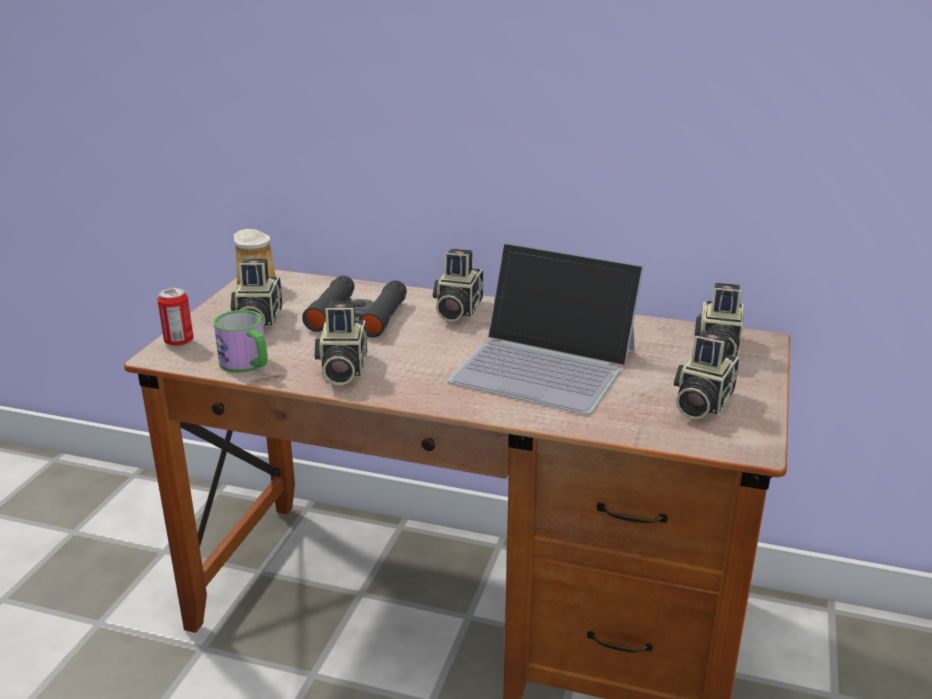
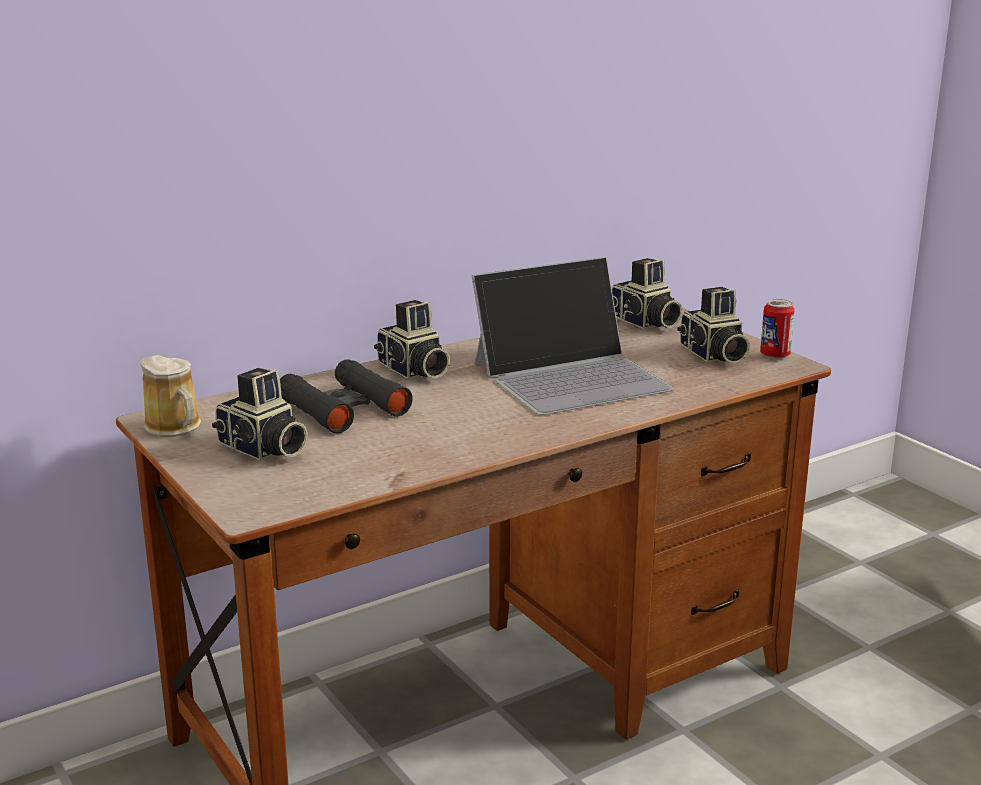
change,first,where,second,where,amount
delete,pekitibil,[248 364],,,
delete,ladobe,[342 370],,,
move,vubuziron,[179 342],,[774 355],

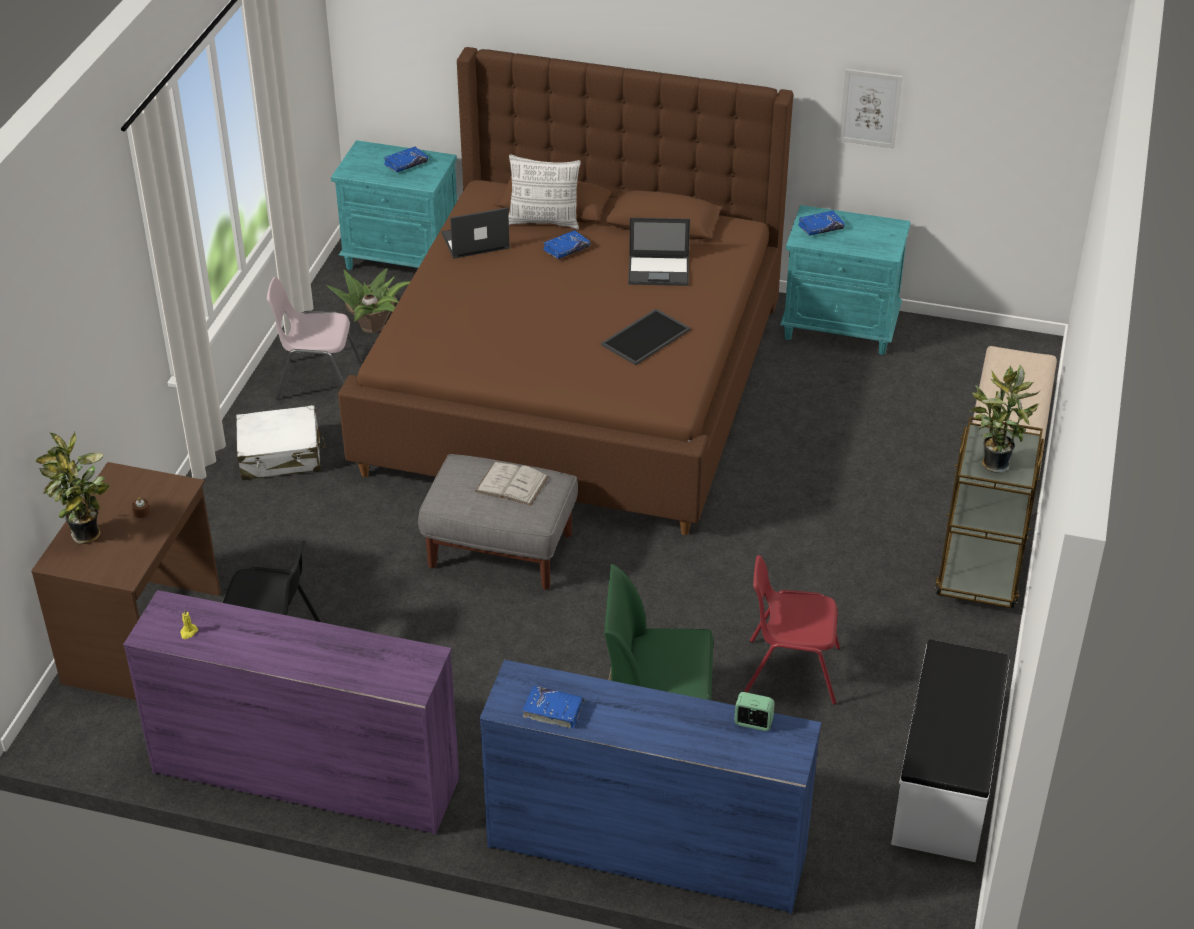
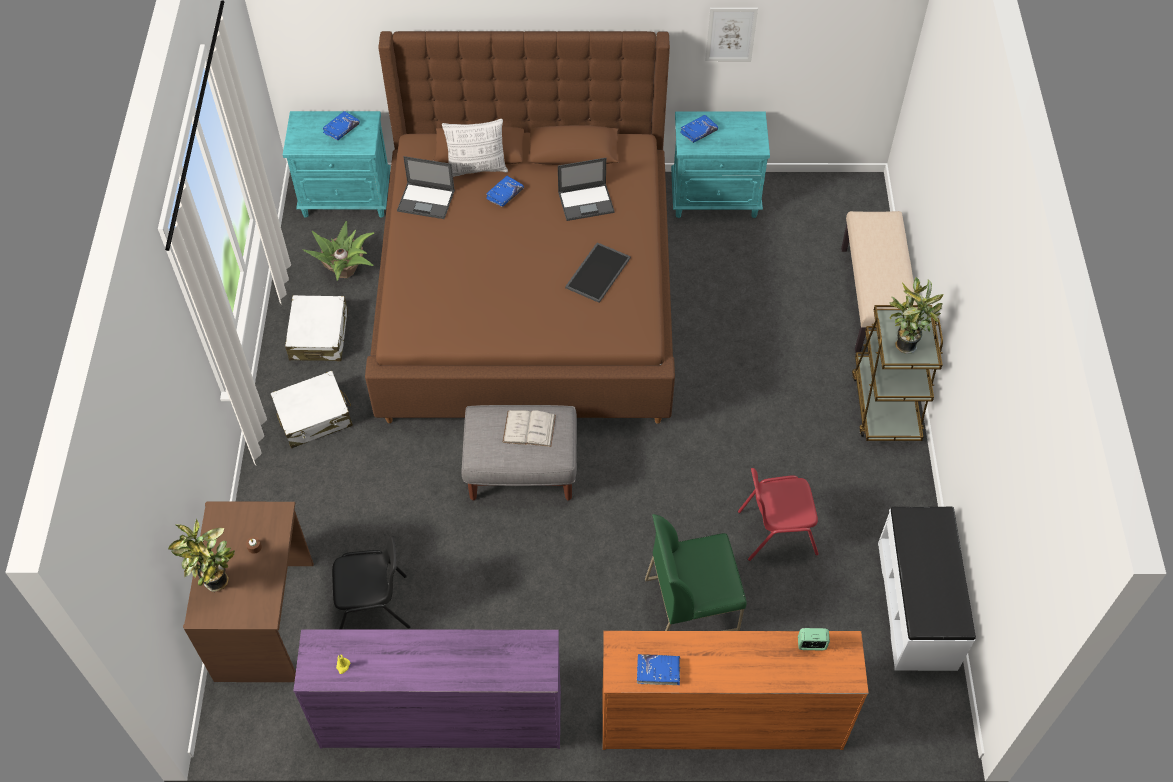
change,first,where,second,where,amount
replace,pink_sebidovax,[318 381],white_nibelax,[319 335],
recolor,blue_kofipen,[646 848],orange_kofipen,[720 719],
rotate,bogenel,[474 241],,[427 201],135 degrees counterclockwise

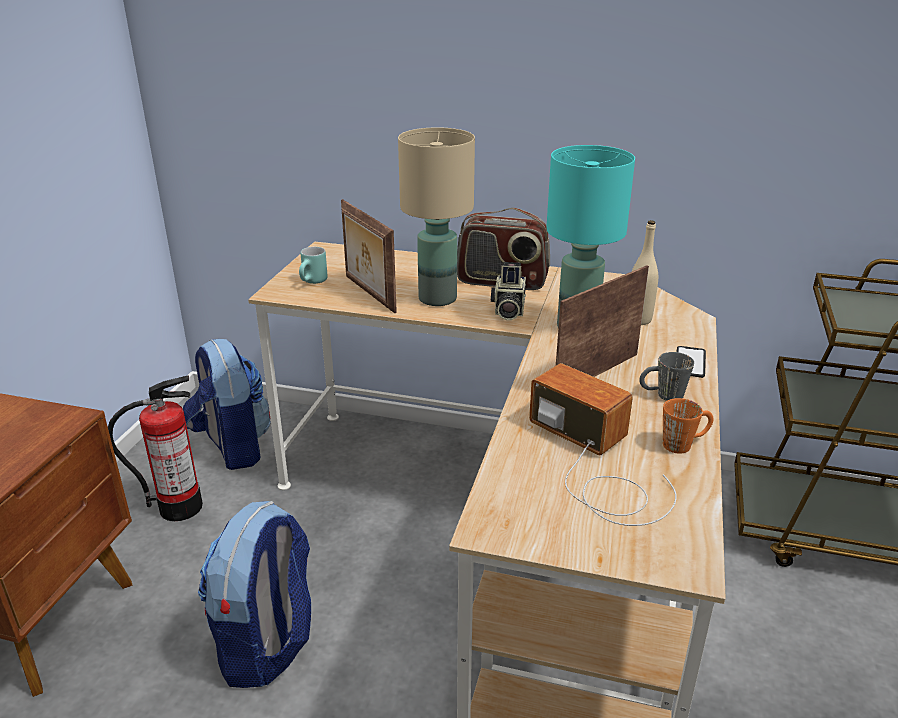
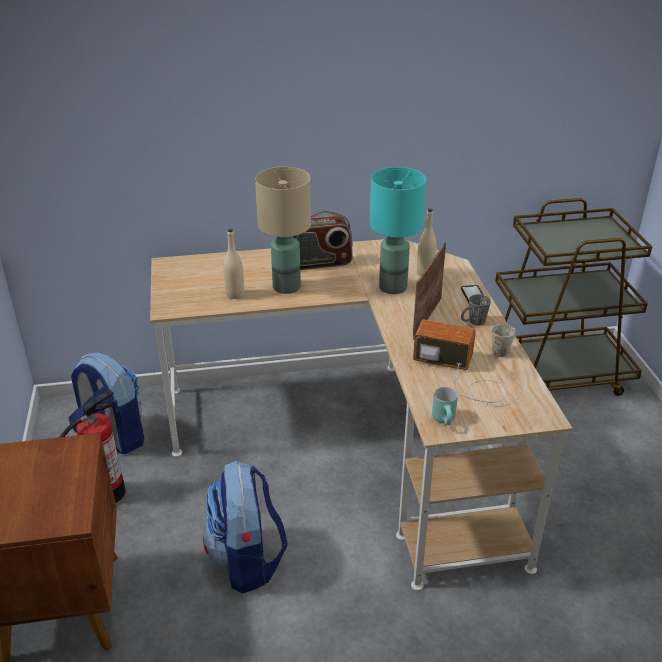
change,first,where,second,where,amount
delete,ladobe,[507 310],,,
move,turquoise_pekitibil,[314 282],,[446 420],
replace,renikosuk,[368 294],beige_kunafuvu,[235 294],
recolor,orange_pekitibil,[684 443],white_pekitibil,[503 350],

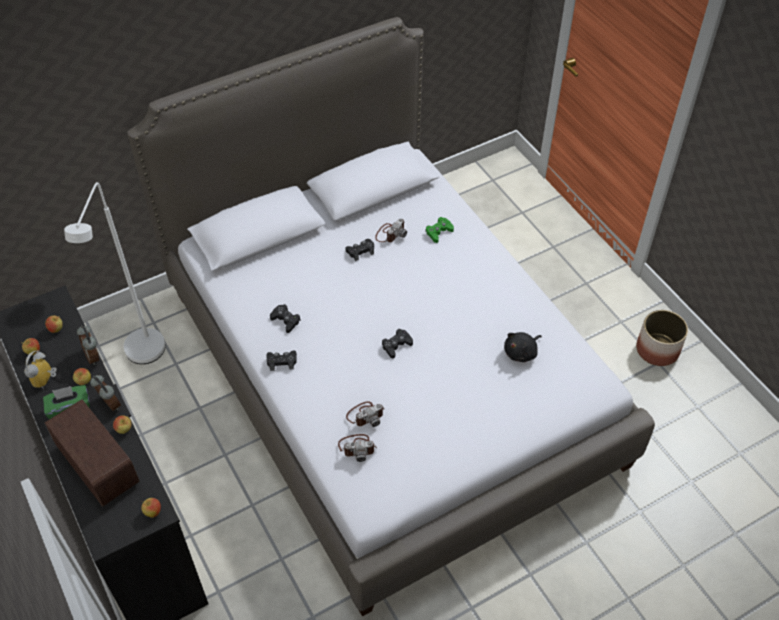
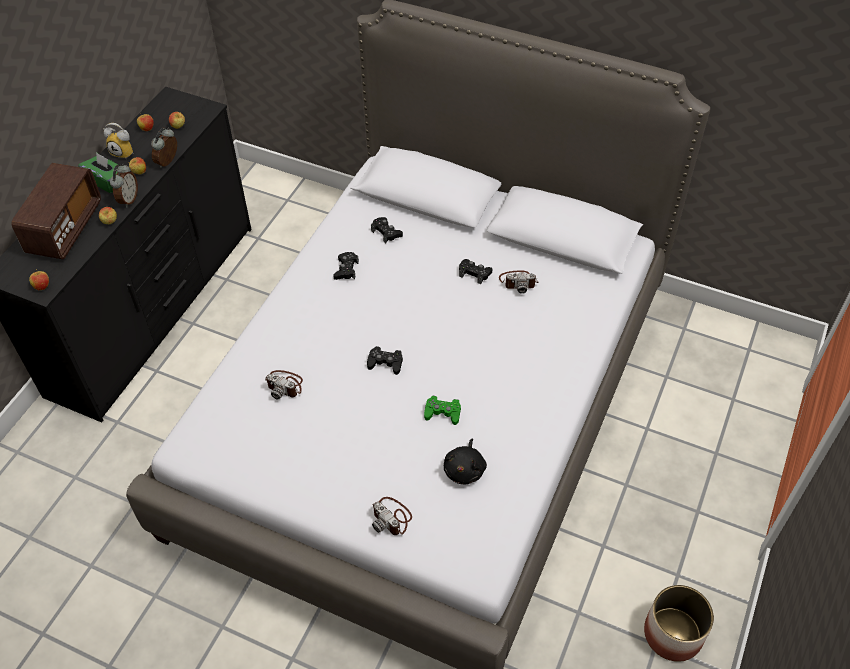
change,first,where,second,where,amount
delete,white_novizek,[142 357],,,
move,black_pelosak,[282 362],,[386 232],
move,ladobe,[357 447],,[392 517],
move,green_pelosak,[438 232],,[442 413],
rotate,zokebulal,[46 381],,[125 152],135 degrees counterclockwise
rotate,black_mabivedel,[521 352],,[465 469],90 degrees counterclockwise

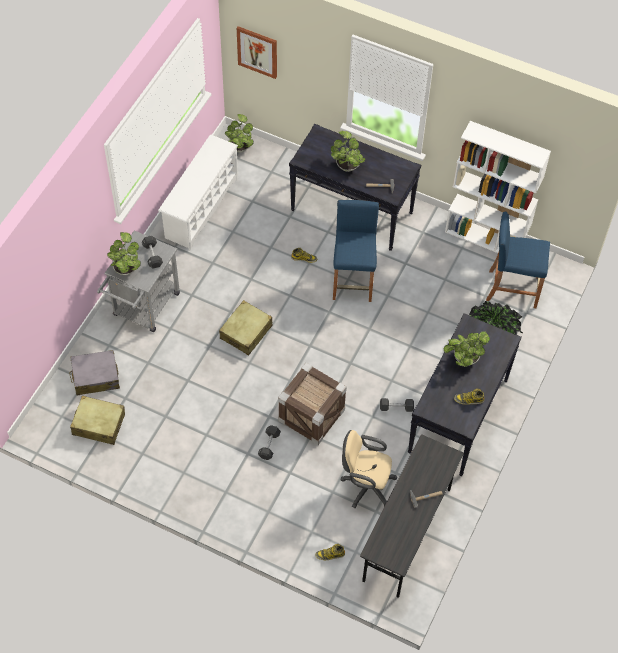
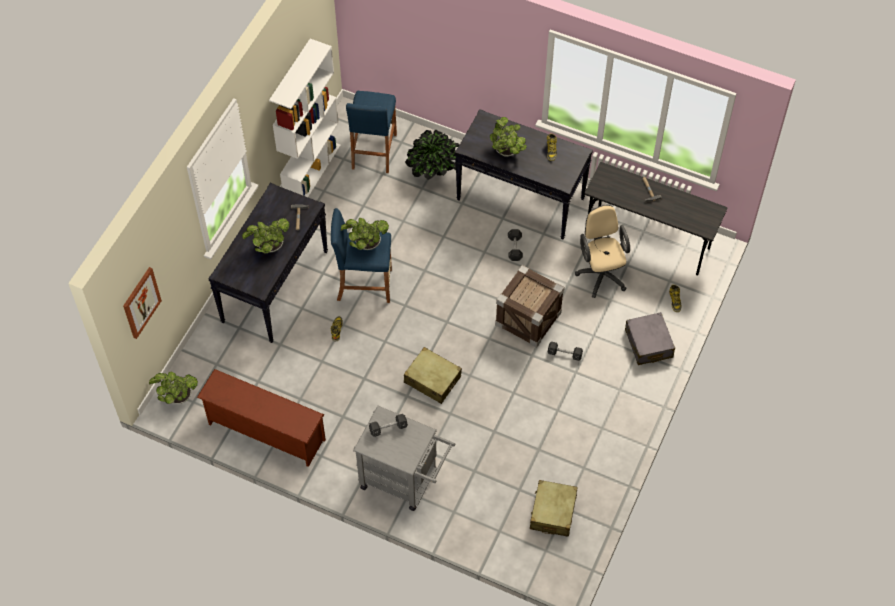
change,first,where,second,where,amount
move,grey_nibelax,[95 377],,[648 344],
move,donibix,[126 268],,[366 244],
recolor,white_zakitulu,[201 207],brown_zakitulu,[265 432],
rotate,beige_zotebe,[365 485],,[601 273],150 degrees clockwise

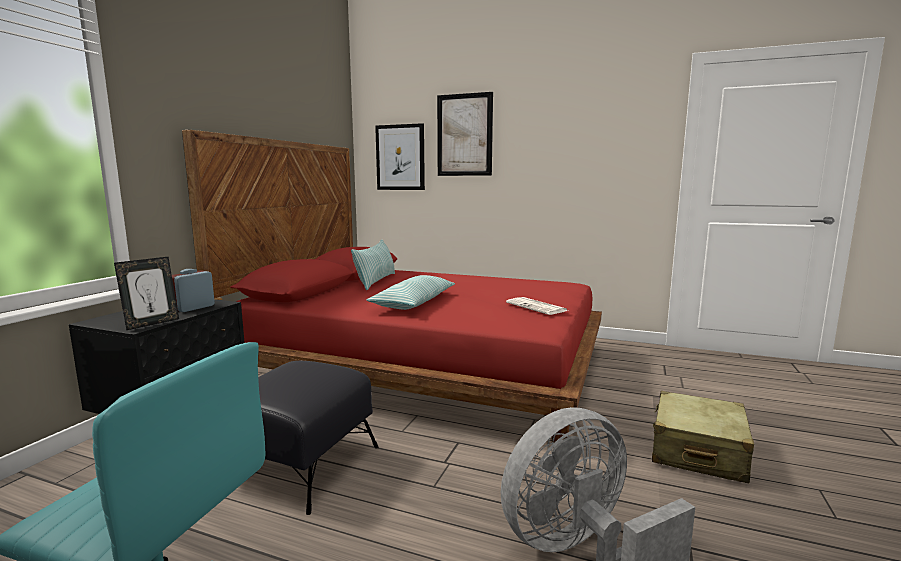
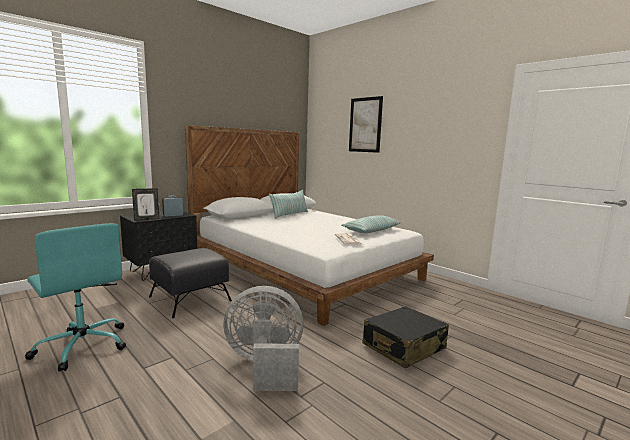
change,first,where,second,where,amount
delete,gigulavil,[400 157],,,
move,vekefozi,[414 303],,[371 230],
recolor,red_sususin,[424 364],white_sususin,[304 268],
recolor,beige_nibelax,[697 451],black_nibelax,[403 347],

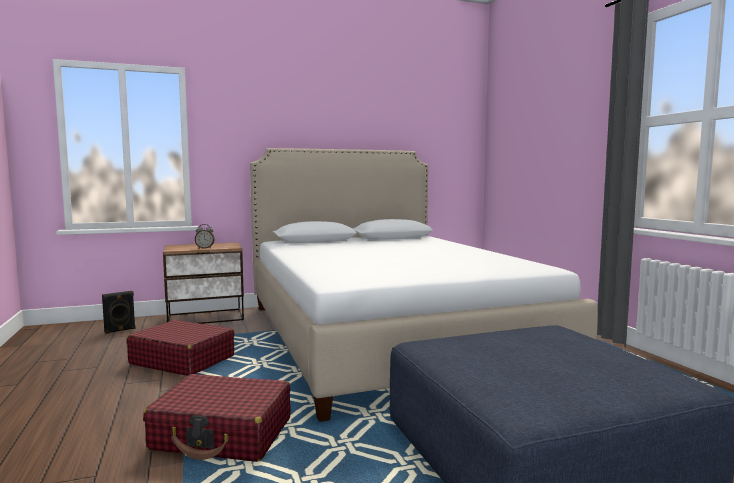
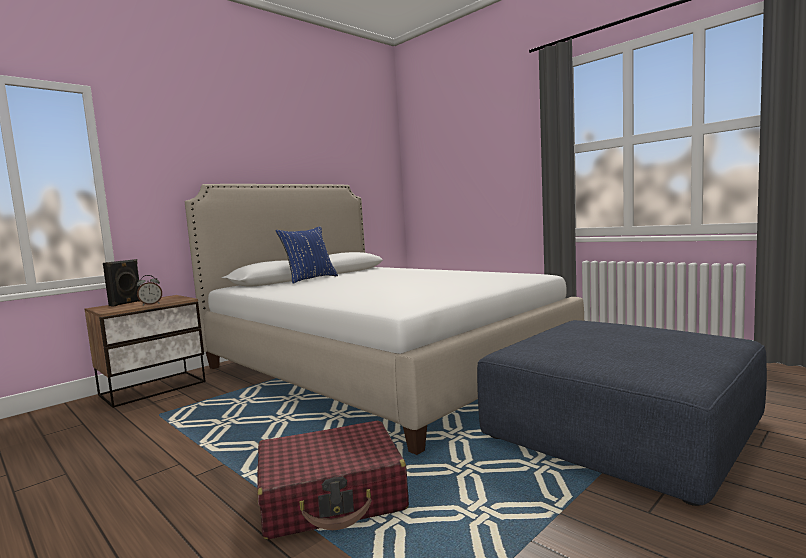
change,first,where,second,where,amount
delete,red_nibelax,[182 360],,,
insert,,,blue_vekefozi,[310 279],
move,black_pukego,[120 330],,[126 303],

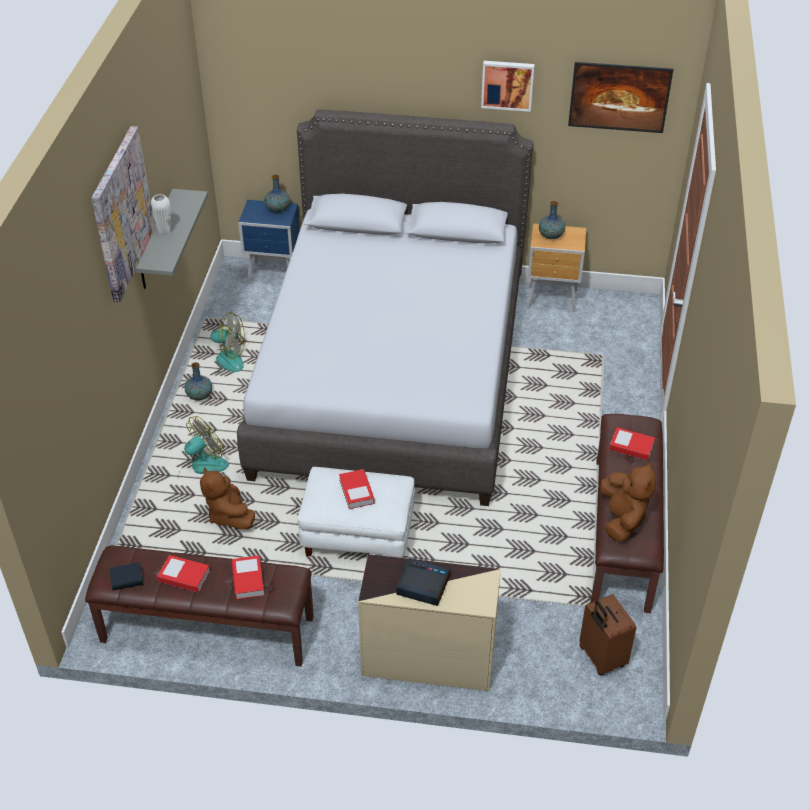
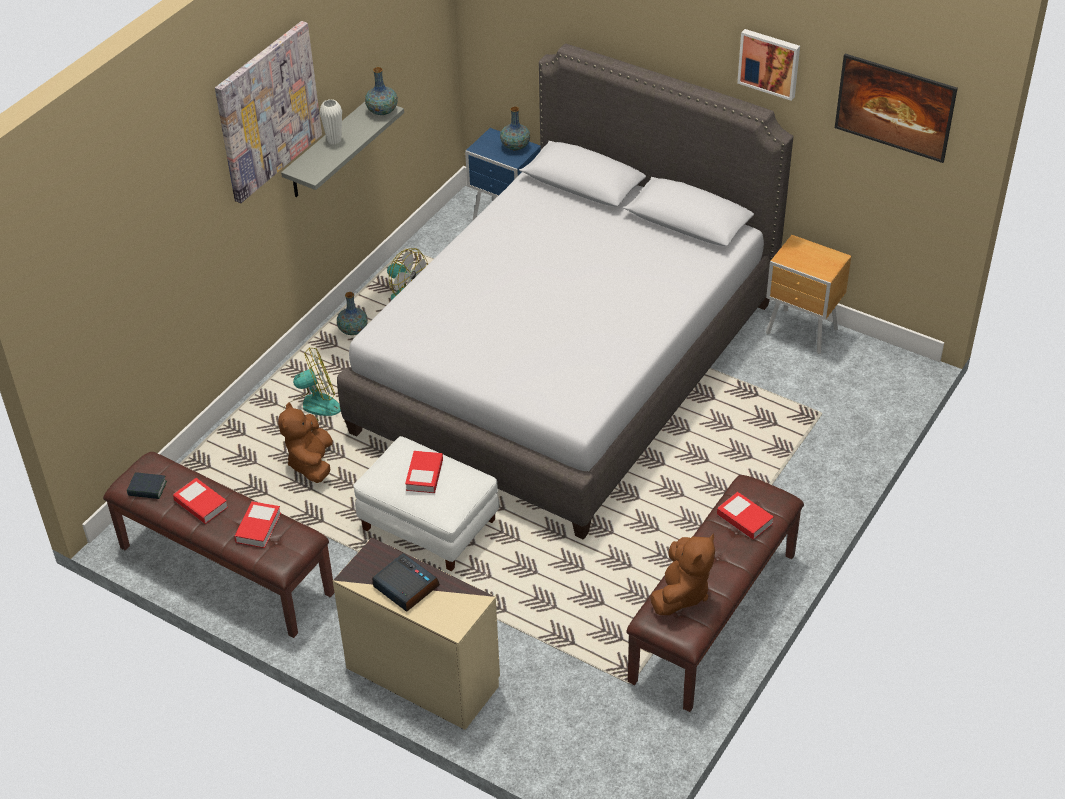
change,first,where,second,where,amount
delete,brown_nibelax,[600 657],,,
move,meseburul,[551 235],,[382 111],

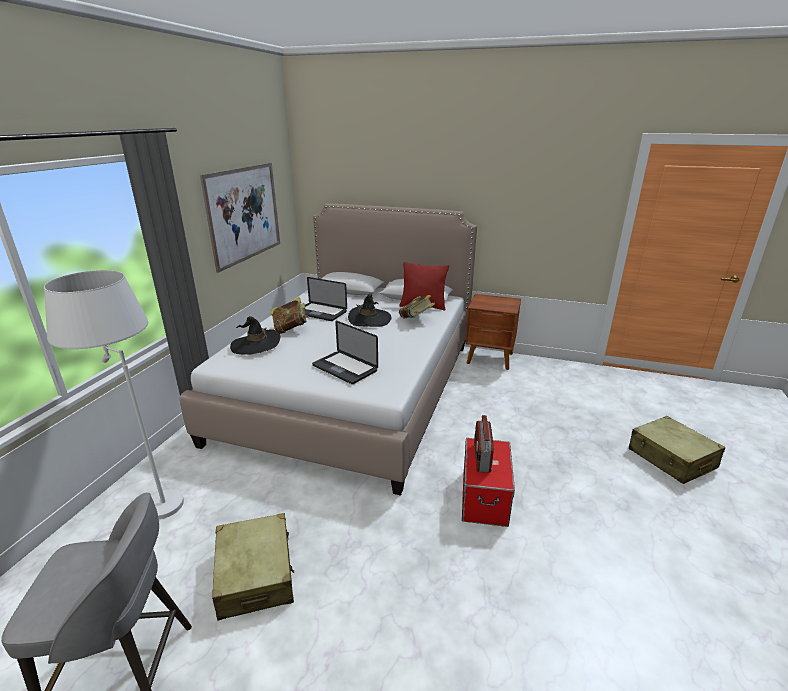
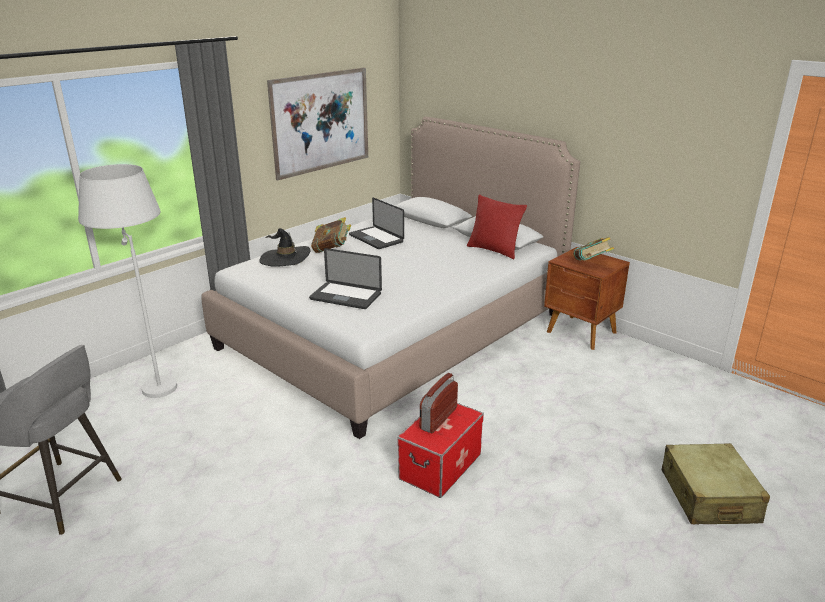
change,first,where,second,where,amount
delete,beige_nibelax,[256 574],,,
delete,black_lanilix,[369 319],,,
move,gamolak,[416 320],,[591 264],
rotate,bogenel,[345 368],,[345 297],45 degrees counterclockwise

